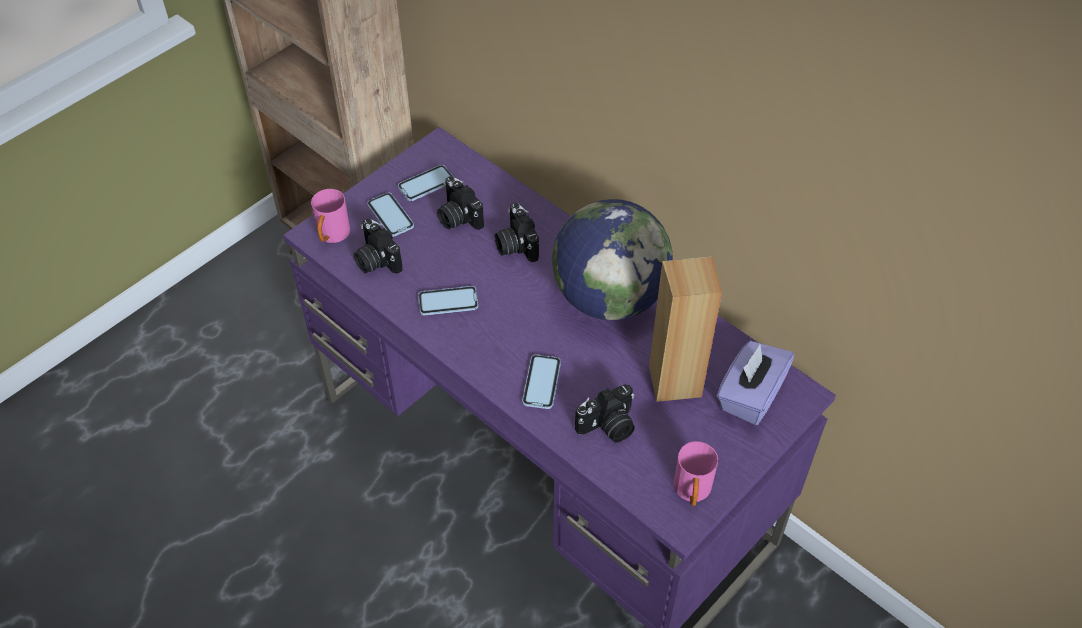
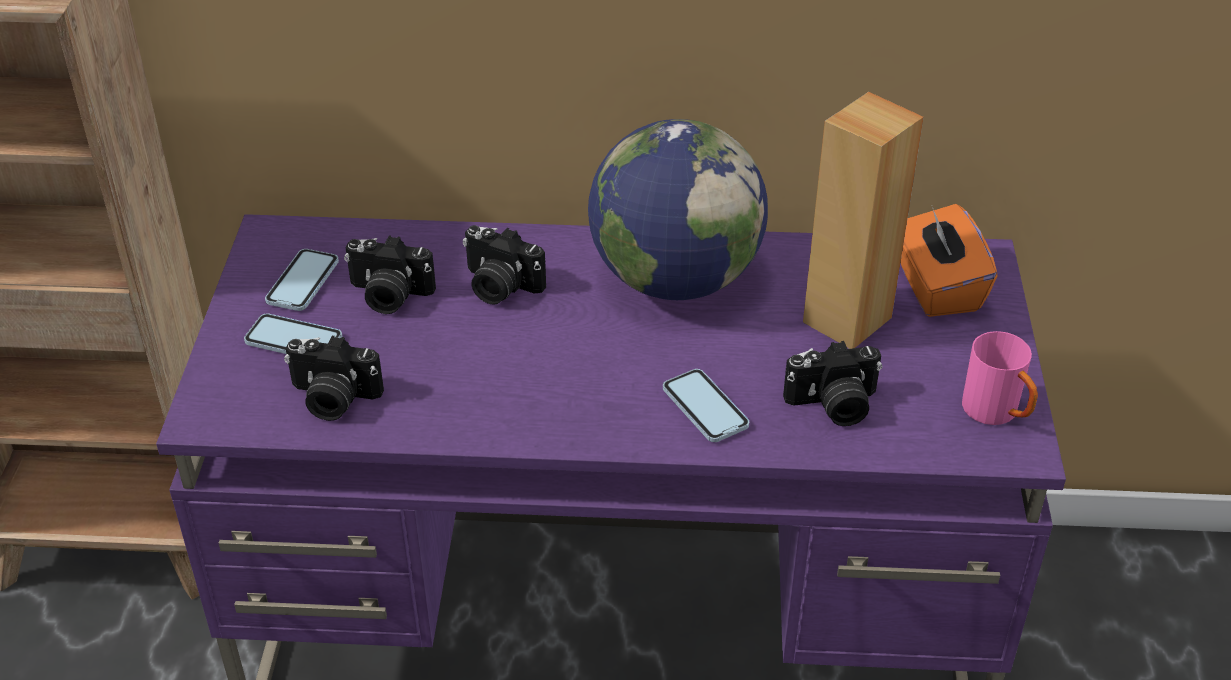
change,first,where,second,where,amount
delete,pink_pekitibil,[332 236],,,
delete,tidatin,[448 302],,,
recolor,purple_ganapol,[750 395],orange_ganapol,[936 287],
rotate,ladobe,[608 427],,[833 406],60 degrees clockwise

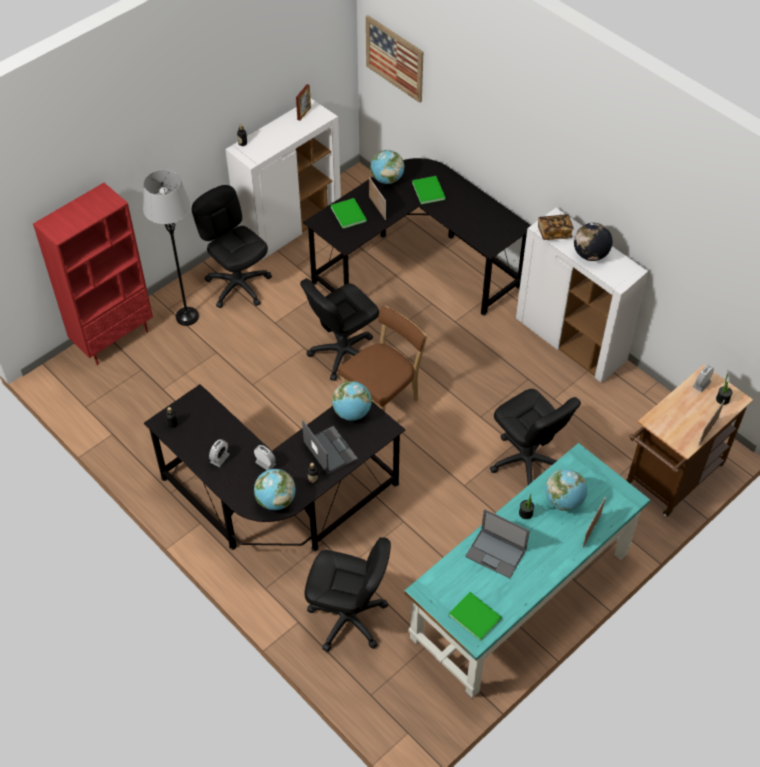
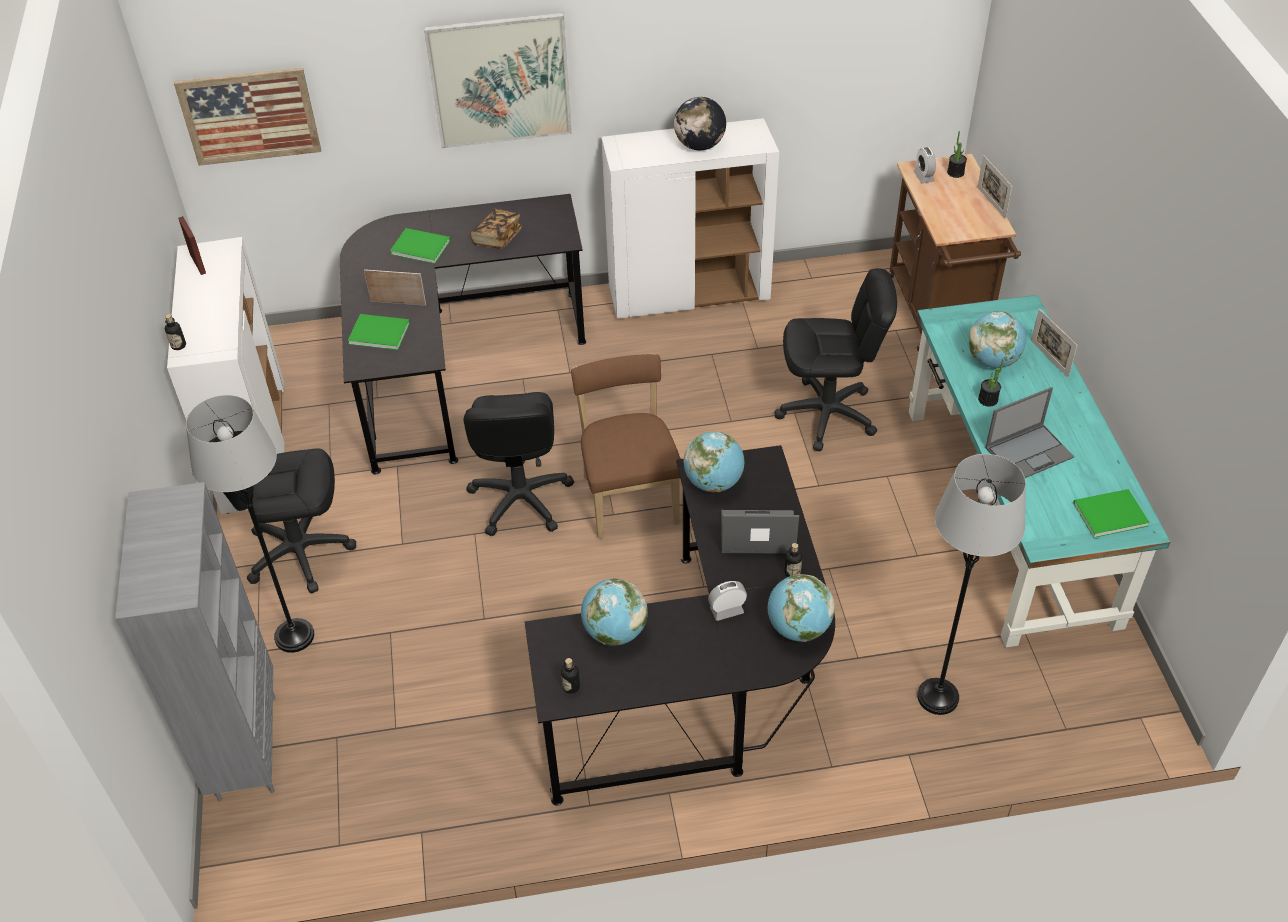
change,first,where,second,where,amount
delete,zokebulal,[219 458],,,
insert,,,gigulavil,[500 80],
move,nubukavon,[387 179],,[614 632],
move,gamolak,[554 232],,[497 238],
replace,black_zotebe,[348 619],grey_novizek,[938 697],
recolor,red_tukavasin,[114 339],grey_tukavasin,[245 746],

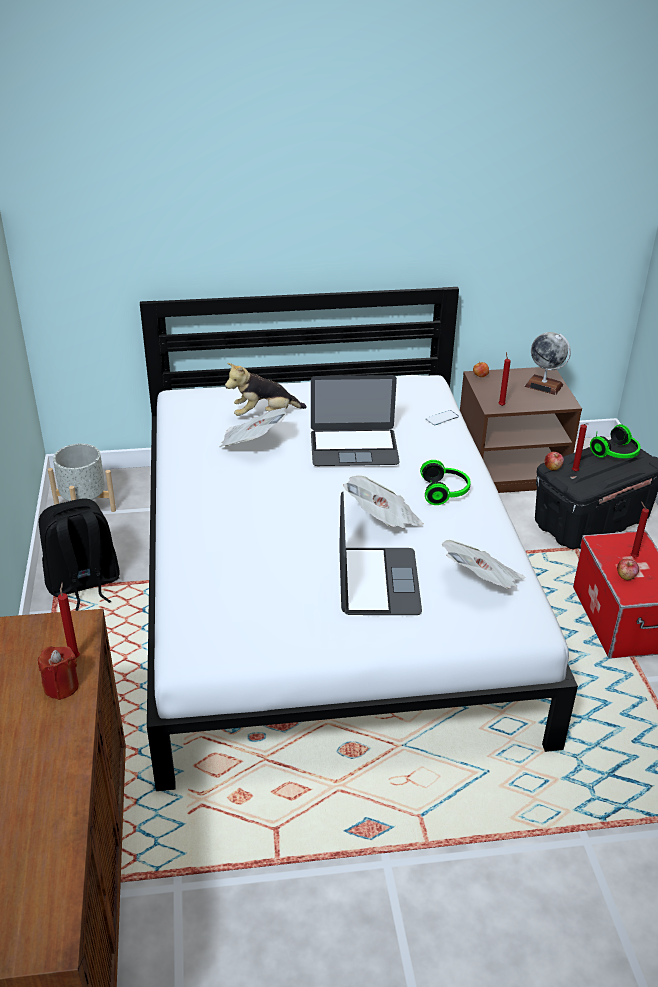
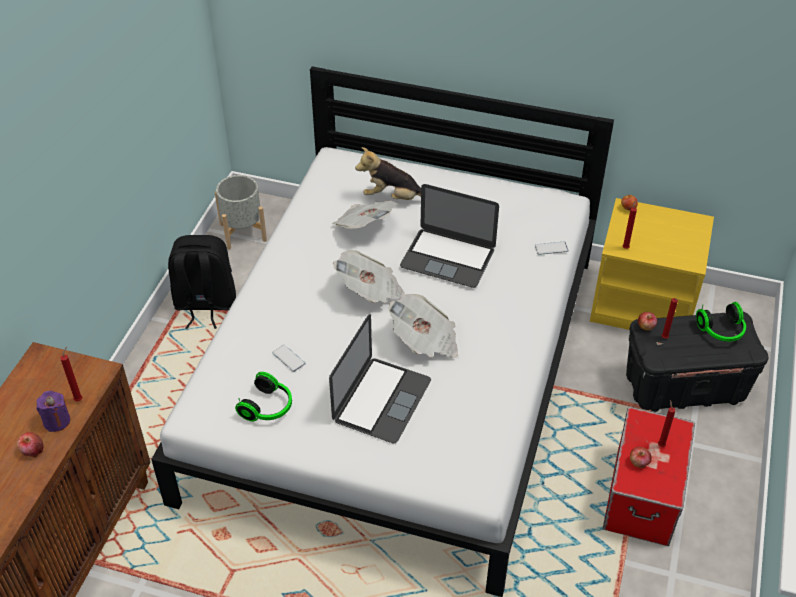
change,first,where,second,where,amount
delete,nubukavon,[544 385],,,
insert,,,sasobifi,[33 451],
insert,,,tidatin,[288 358],
move,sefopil,[445 492],,[268 407],
move,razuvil,[482 582],,[371 291],
recolor,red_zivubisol,[61 686],purple_zivubisol,[57 421],
recolor,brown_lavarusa,[510 468],yellow_lavarusa,[643 303],

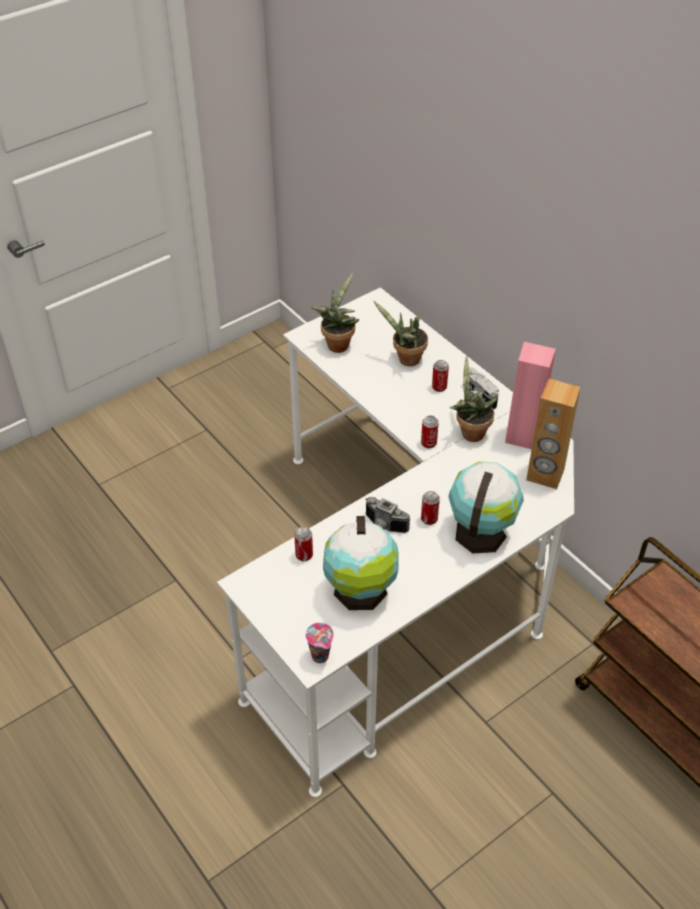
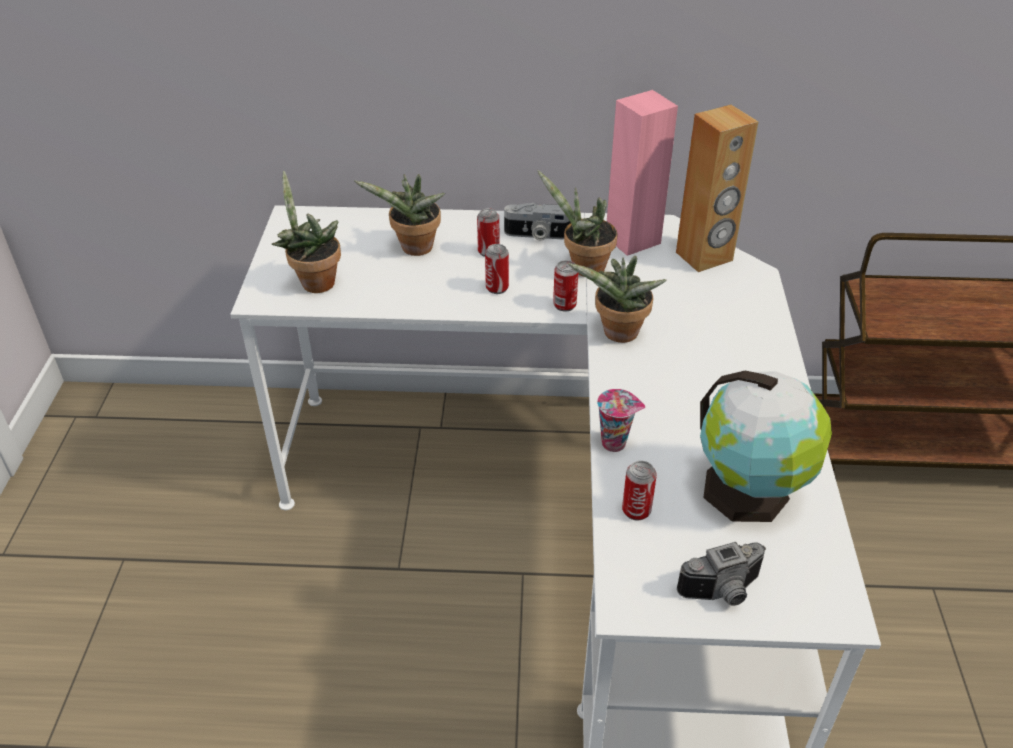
change,first,where,second,where,amount
delete,nubukavon,[480 531],,,
insert,,,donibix,[617 335],
move,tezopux,[321 657],,[615 443],
move,ladobe,[383 526],,[724 593],
move,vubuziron,[429 519],,[497 288],

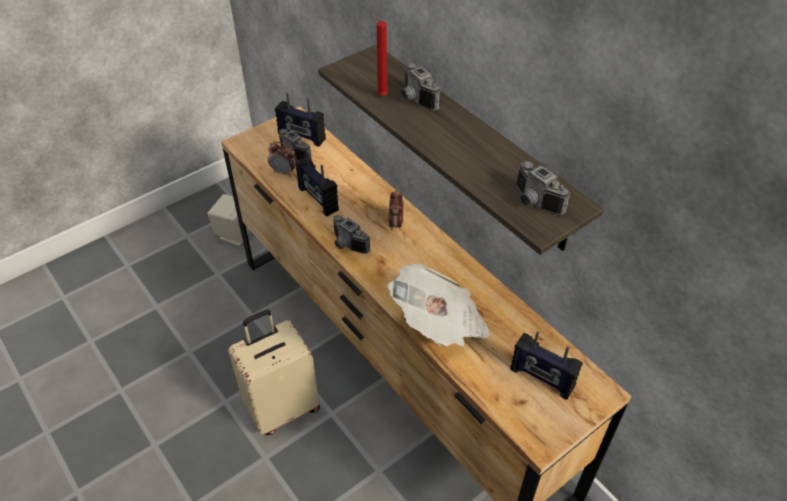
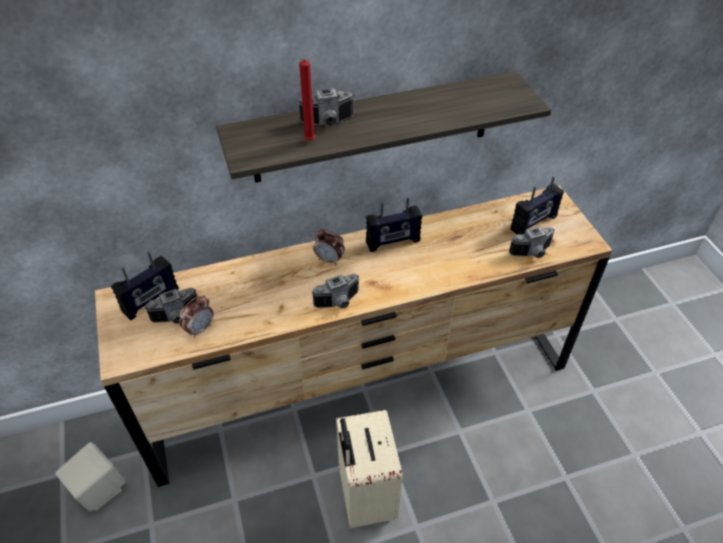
change,first,where,second,where,amount
delete,razuvil,[439 323],,,
move,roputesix,[317 199],,[393 242],
move,ladobe,[533 202],,[533 253],

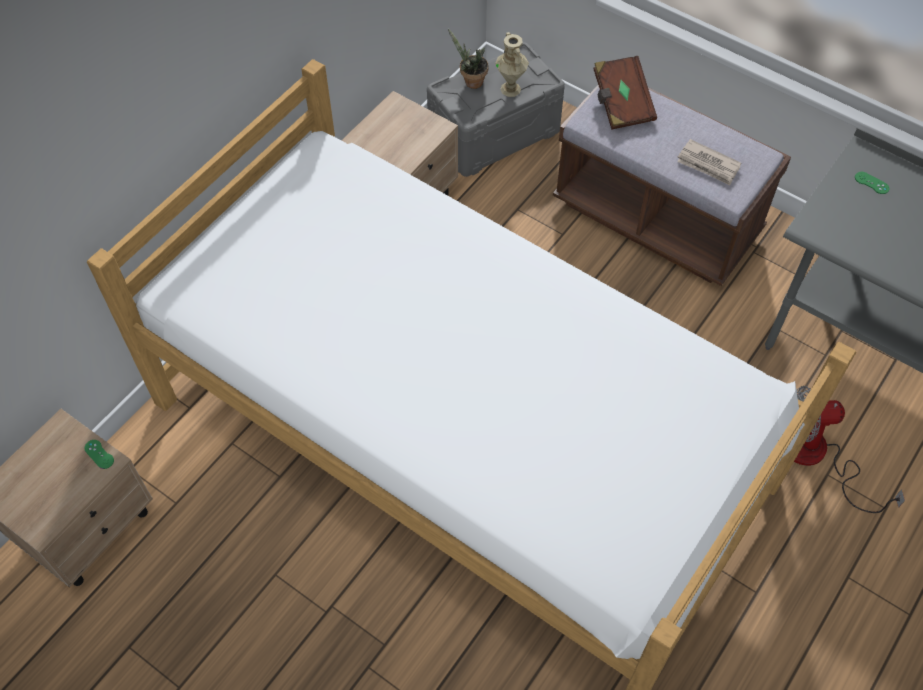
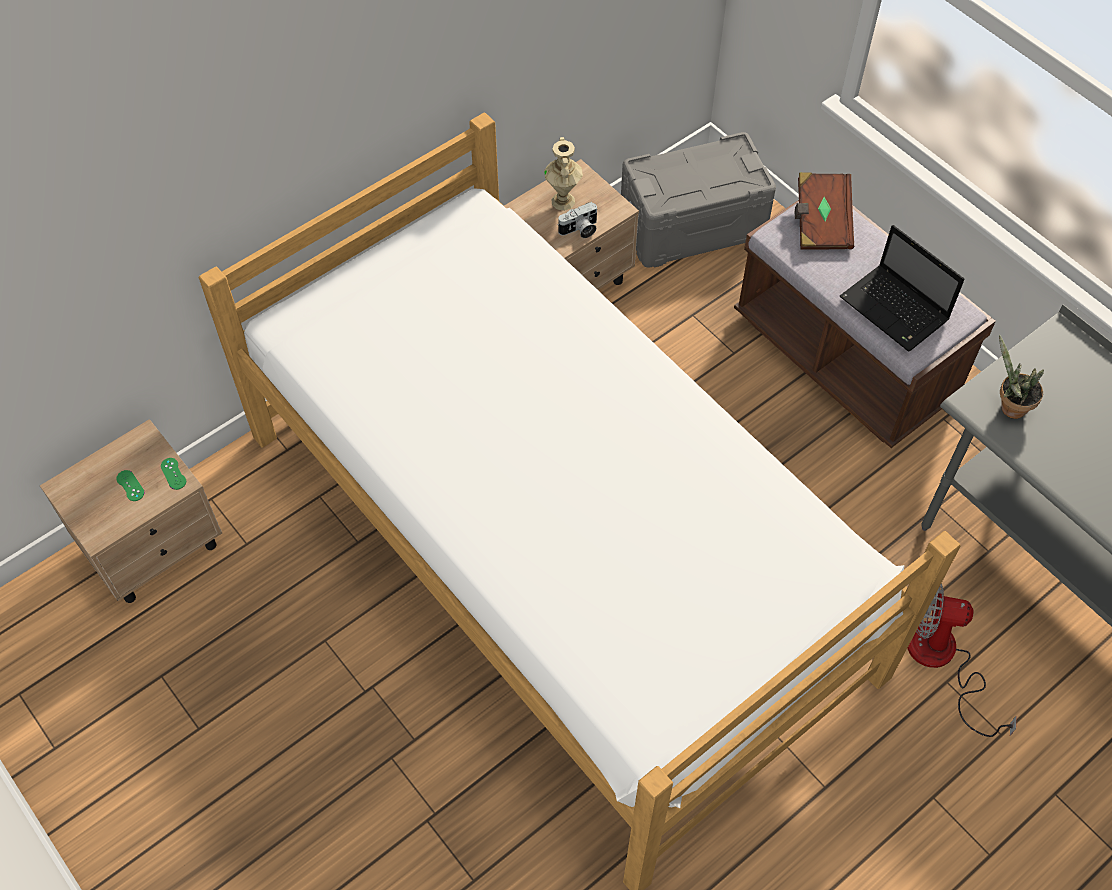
change,first,where,second,where,amount
insert,,,ladobe,[580 230],
move,donibix,[471 82],,[1009 407],
move,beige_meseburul,[511 89],,[563 201],
move,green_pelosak,[871 183],,[130 485],
replace,razuvil,[708 165],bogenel,[896 310],

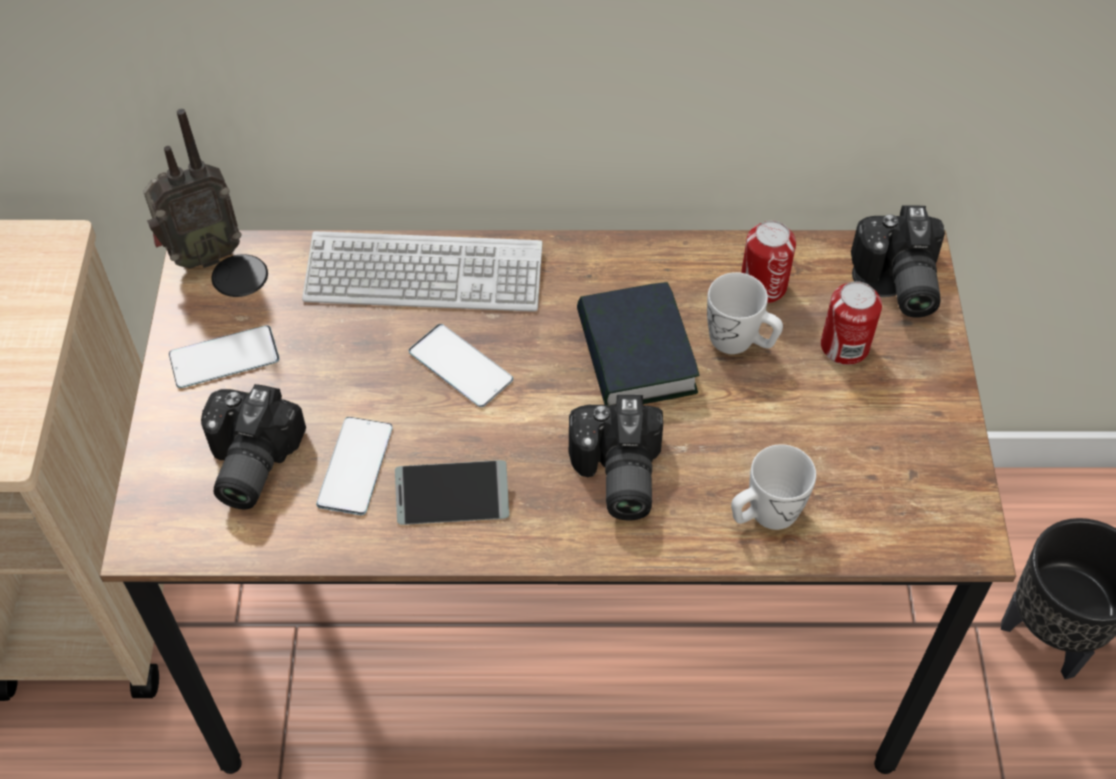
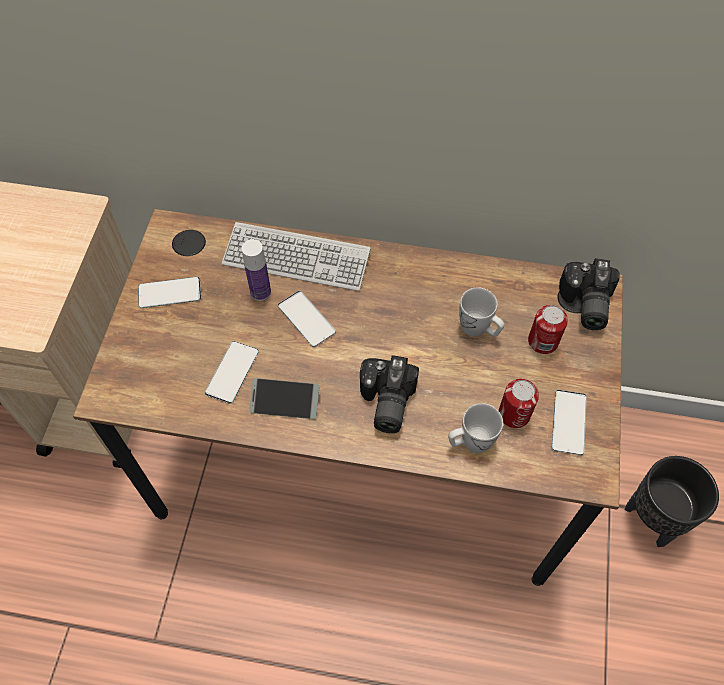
change,first,where,second,where,amount
delete,roputesix,[202 255],,,
delete,ladobe,[246 463],,,
delete,gamolak,[635 355],,,
insert,,,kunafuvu,[260 292],
insert,,,tidatin,[569 422],
move,vubuziron,[763 286],,[514 414],

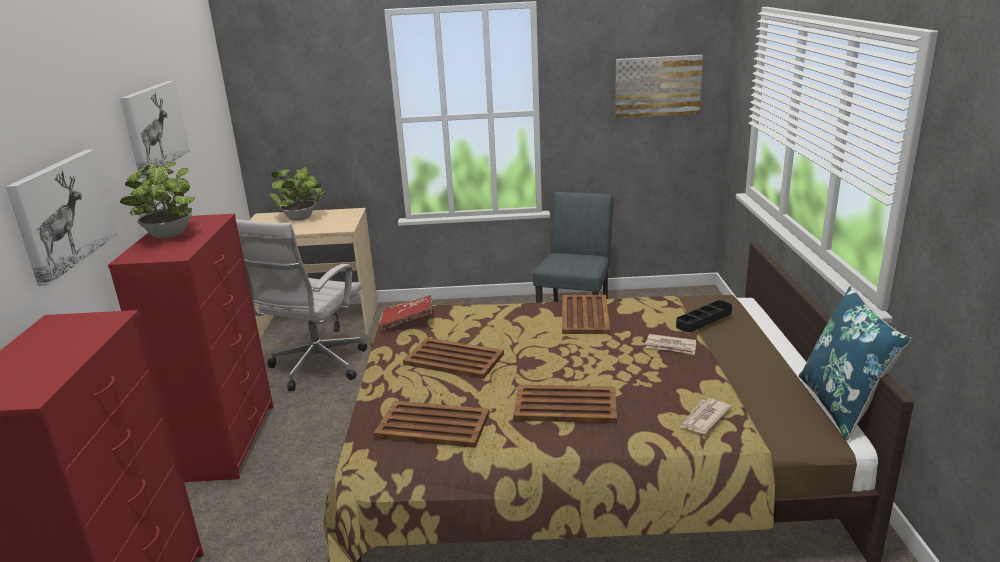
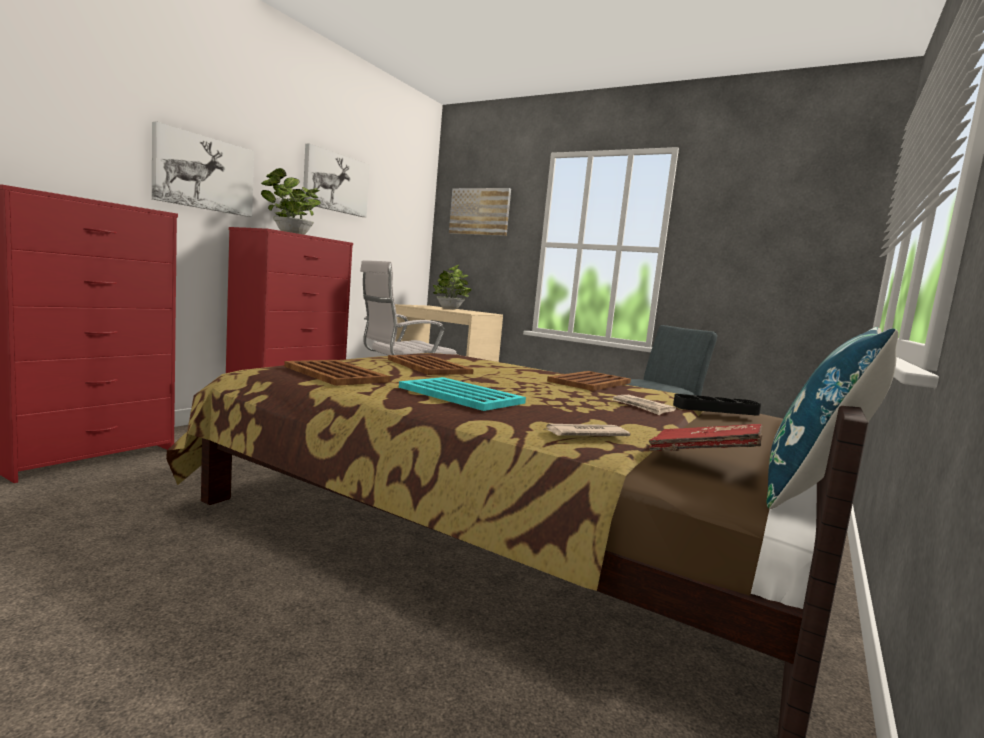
change,first,where,second,where,amount
move,red_gamolak,[408 321],,[704 456],
move,gigulavil,[657 86],,[480 212],
recolor,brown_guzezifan,[566 405],turquoise_guzezifan,[461 395],

